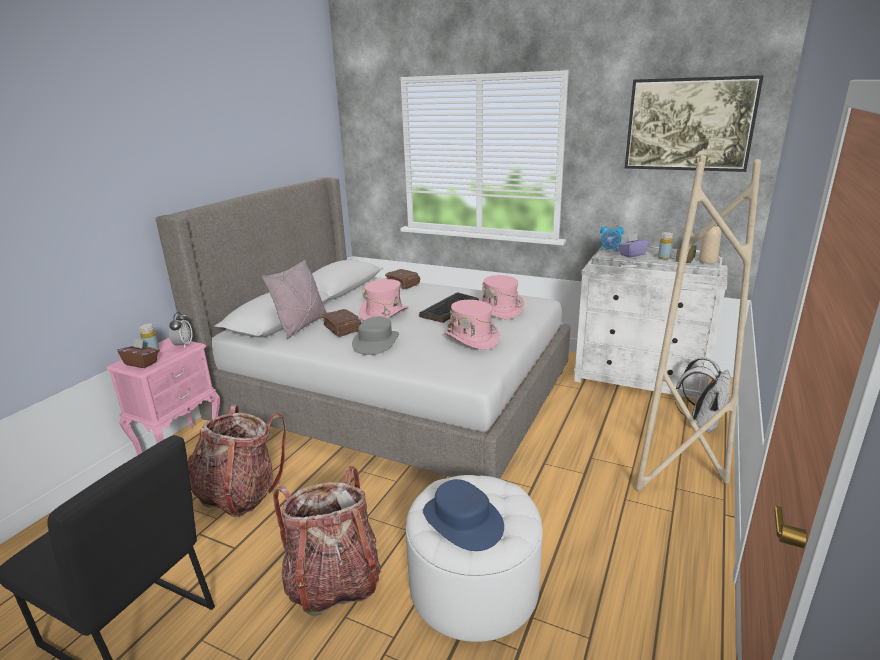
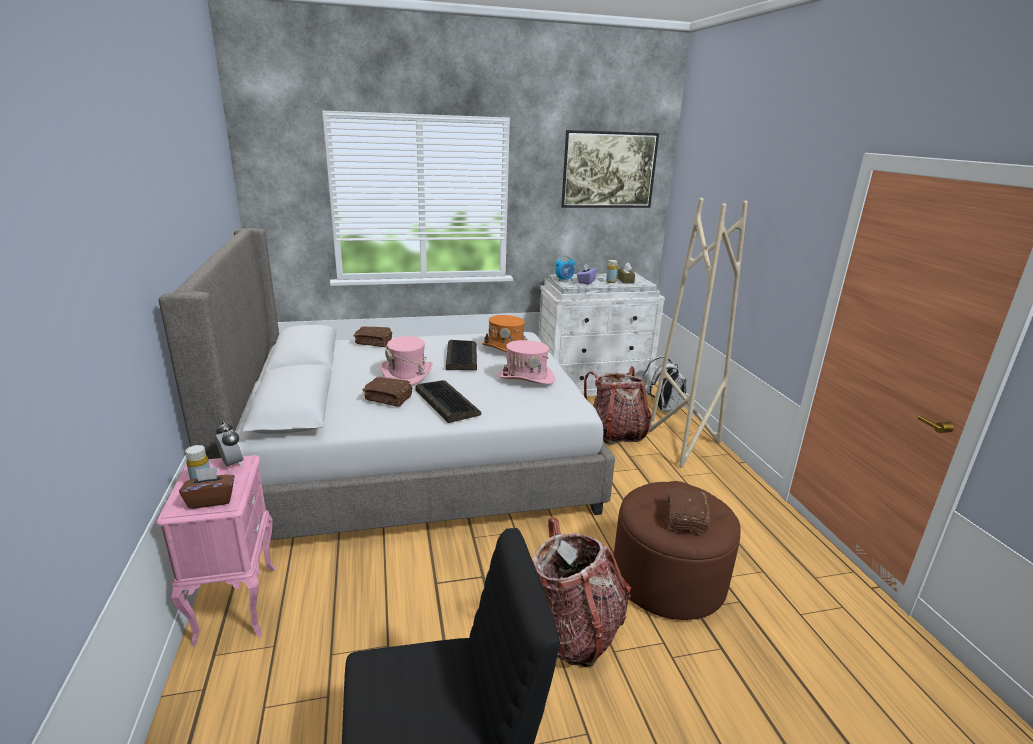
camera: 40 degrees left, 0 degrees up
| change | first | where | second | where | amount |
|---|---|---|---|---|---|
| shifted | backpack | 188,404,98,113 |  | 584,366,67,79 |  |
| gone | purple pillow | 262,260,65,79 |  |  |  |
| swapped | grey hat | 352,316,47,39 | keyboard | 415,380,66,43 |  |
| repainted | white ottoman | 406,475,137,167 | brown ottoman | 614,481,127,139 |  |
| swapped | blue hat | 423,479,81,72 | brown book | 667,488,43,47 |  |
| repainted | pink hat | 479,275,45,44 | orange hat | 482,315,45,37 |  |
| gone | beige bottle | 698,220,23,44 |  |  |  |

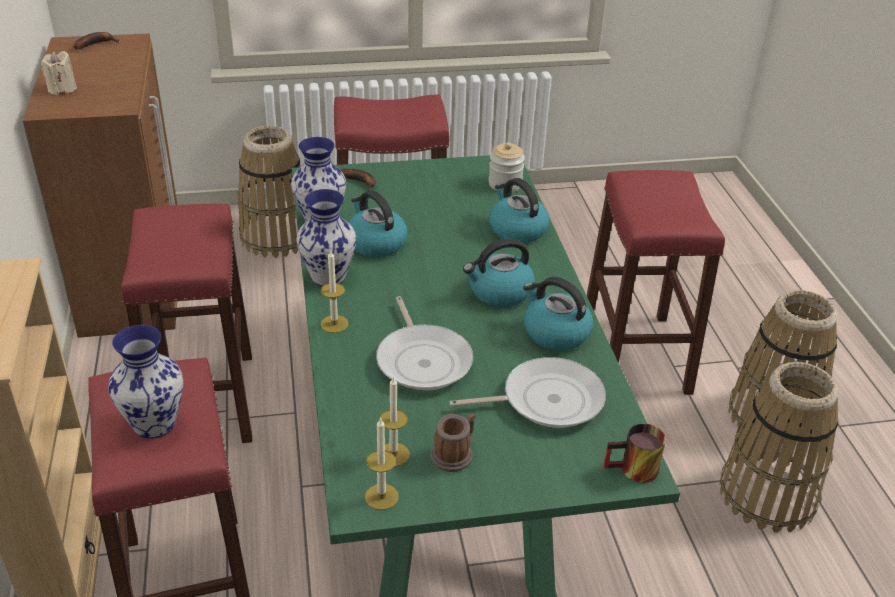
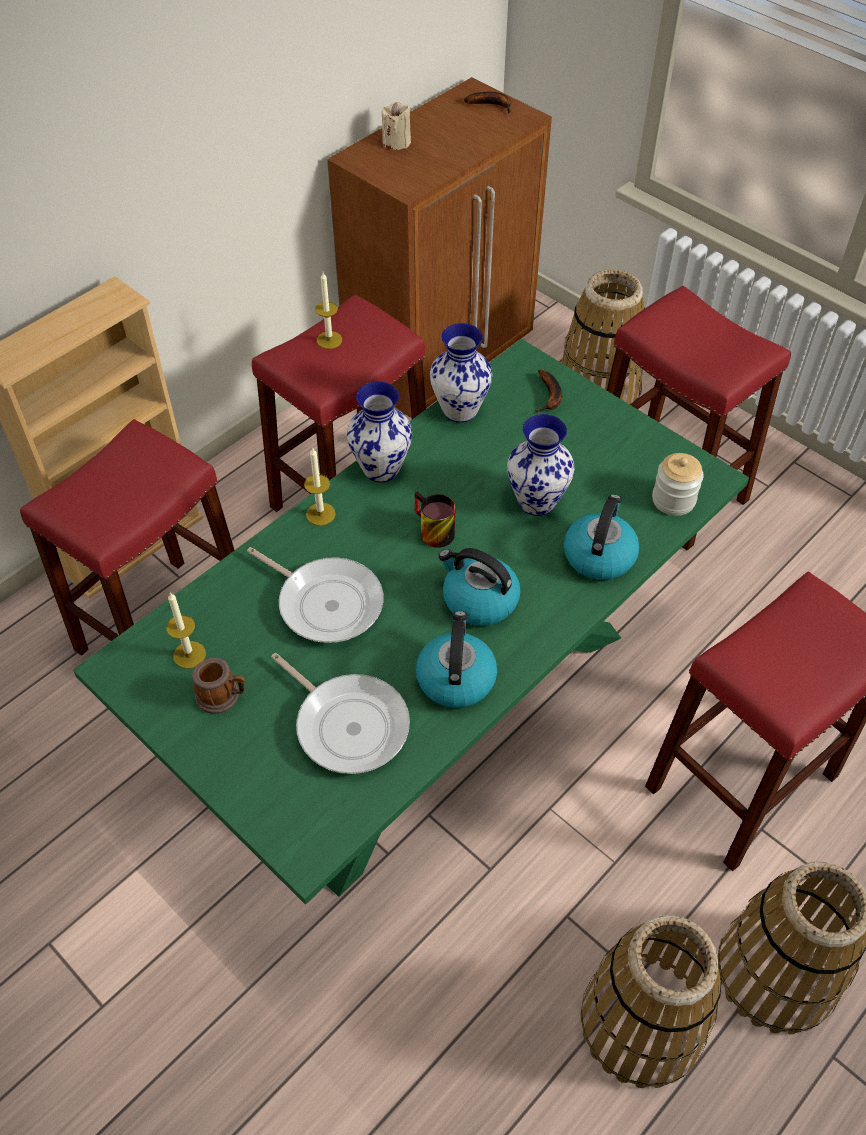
camera: 55 degrees right, 15 degrees up
| change | first | where | second | where | amount |
|---|---|---|---|---|---|
| shifted | vase | 108,325,75,114 |  | 507,414,67,102 |  |
| gone | kettle | 349,190,58,67 |  |  |  |
| shifted | candle | 365,417,34,93 |  | 315,272,27,77 |  |
| rotated | frying pan | 376,296,97,94 |  | 247,547,137,96 | 90 degrees counterclockwise |
| shifted | mug | 603,423,63,60 |  | 415,491,40,57 |  |

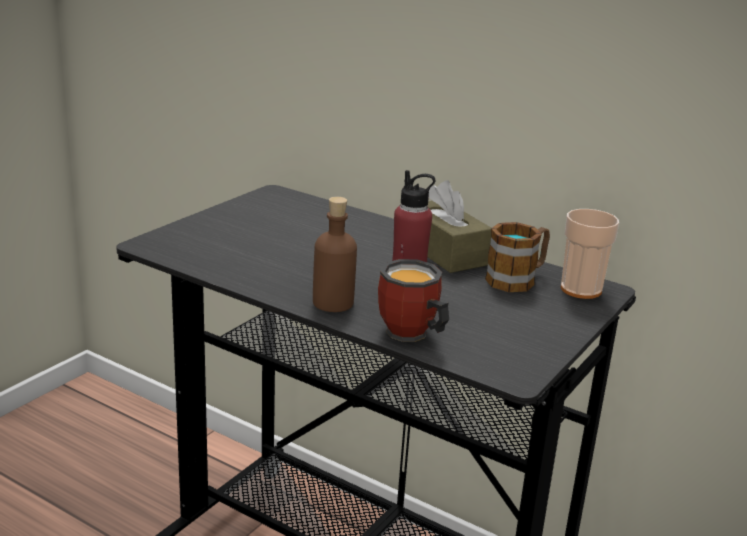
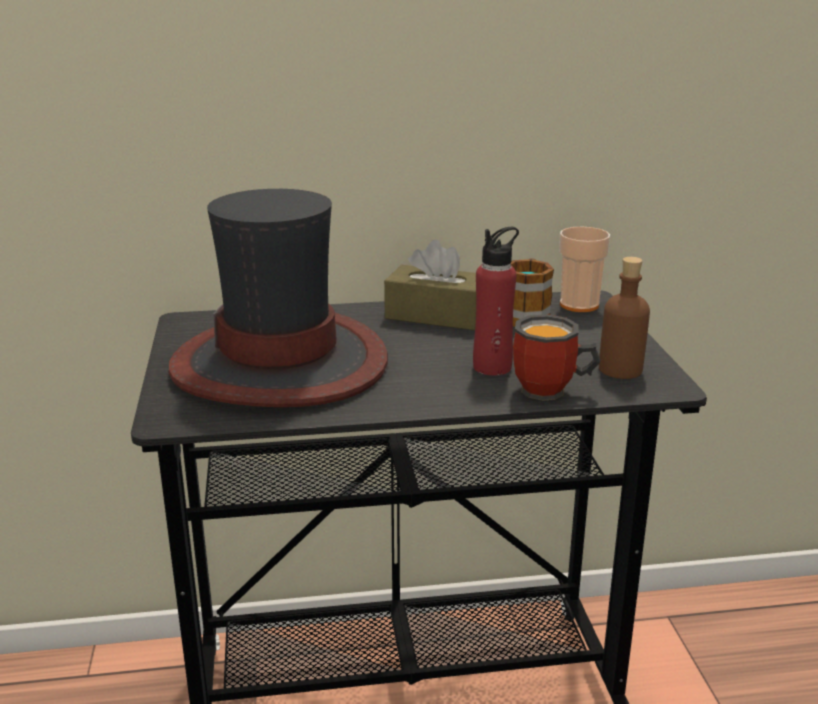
camera: 40 degrees left, 0 degrees up
| change | first | where | second | where | amount |
|---|---|---|---|---|---|
| shifted | brown bottle | 313,197,44,115 |  | 599,257,51,122 |  |
| new |  |  | hat | 169,189,219,218 |  |

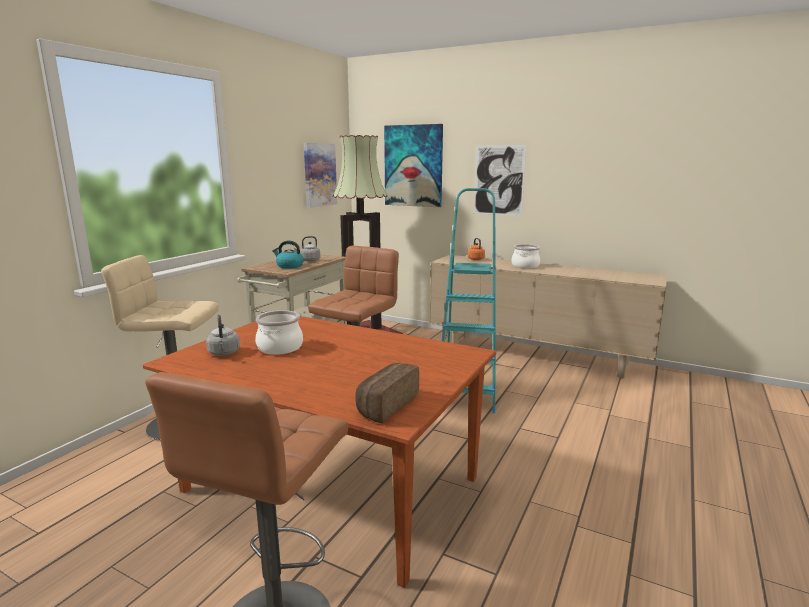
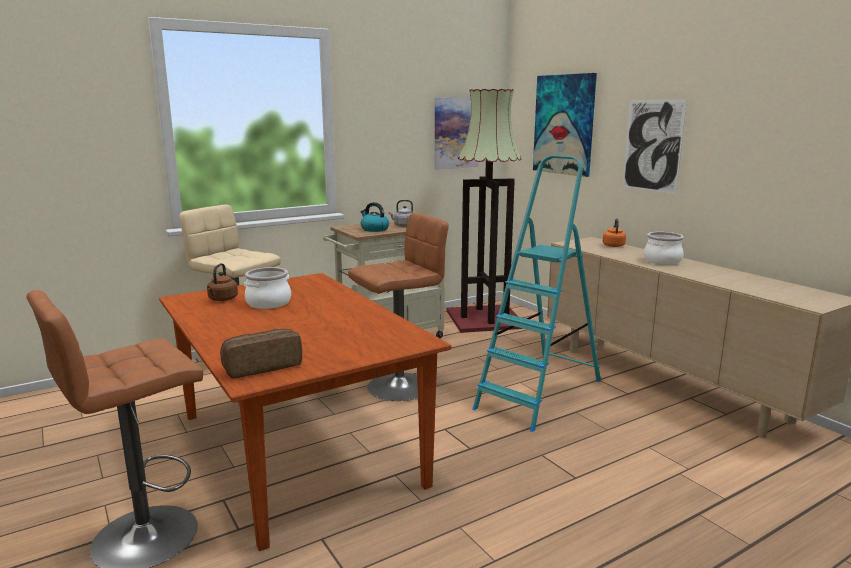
camera: 30 degrees right, 0 degrees up
| change | first | where | second | where | amount |
|---|---|---|---|---|---|
| repainted | grey kettle | 206,315,34,41 | brown kettle | 207,263,31,38 |  |

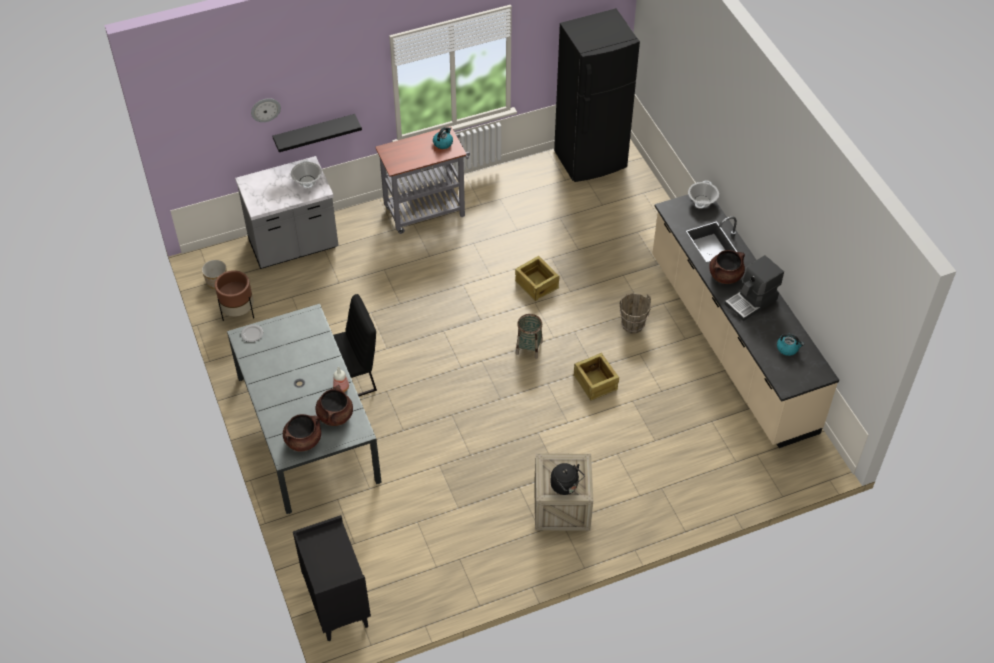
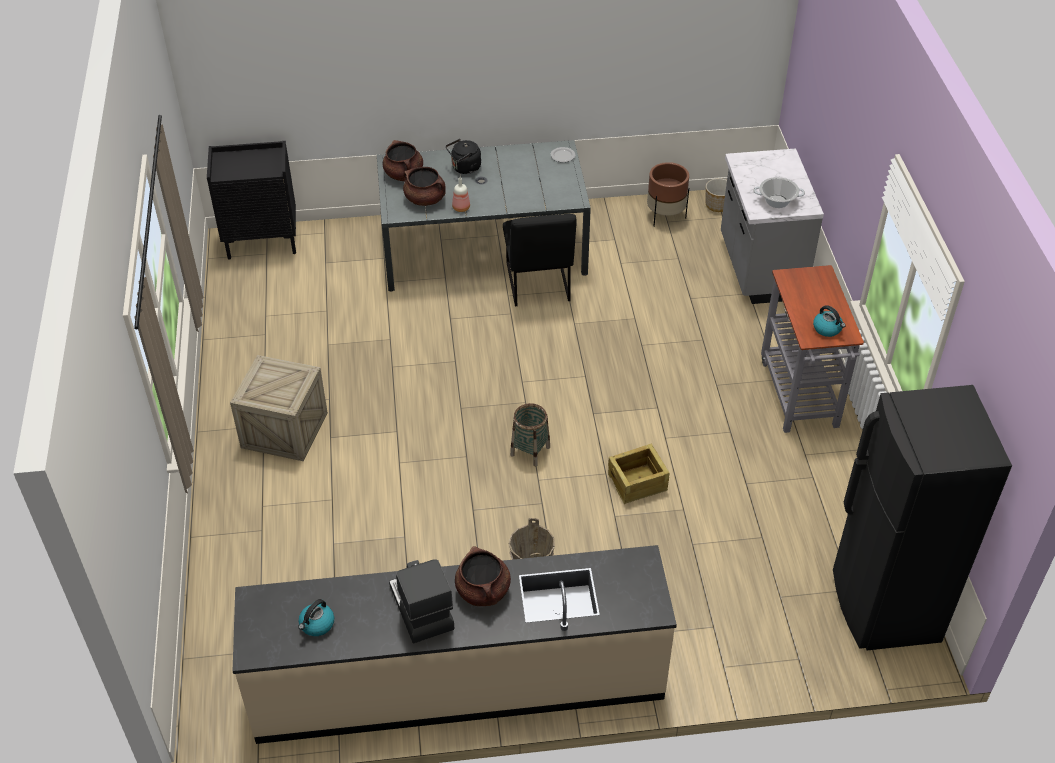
camera: 105 degrees right, 5 degrees down
| change | first | where | second | where | amount |
|---|---|---|---|---|---|
| gone | wall clock | 251,98,30,24 |  |  |  |
| gone | black shelf | 273,114,89,38 |  |  |  |
| shifted | black kettle | 550,463,34,32 |  | 446,139,35,35 |  |
| gone | crate | 573,353,46,47 |  |  |  |
| gone | cooking pot | 688,180,31,29 |  |  |  |

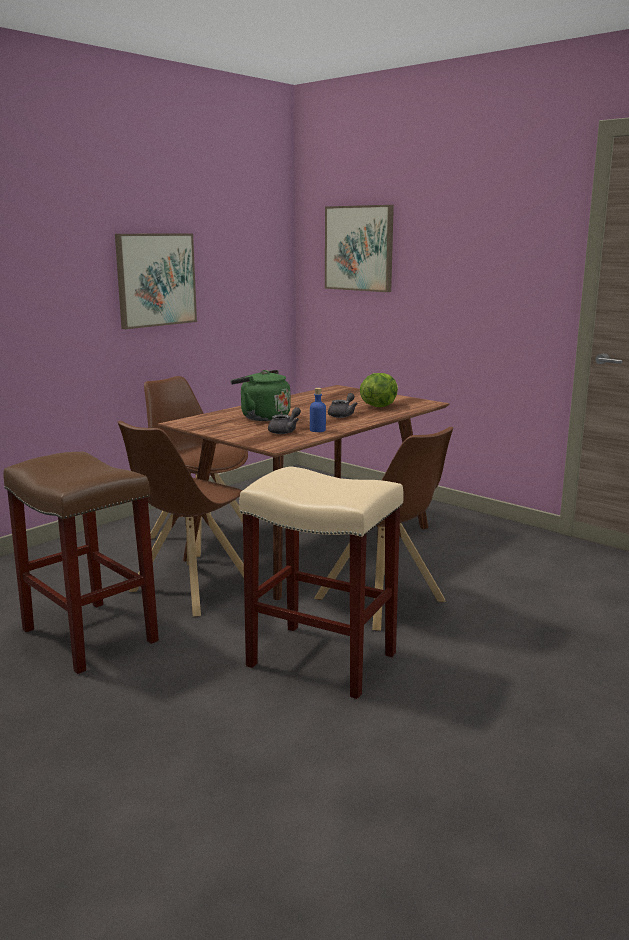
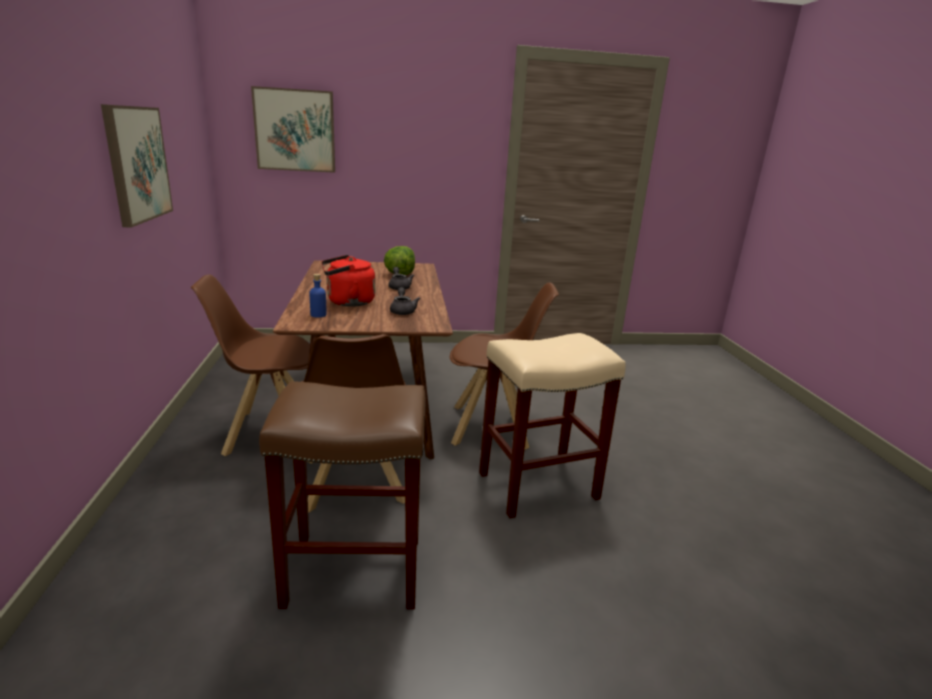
camera: 50 degrees left, 5 degrees up
| change | first | where | second | where | amount |
|---|---|---|---|---|---|
| repainted | green kettle | 231,370,59,51 | red kettle | 322,255,53,52 |  |
| shifted | blue bottle | 310,388,16,44 |  | 309,274,18,44 |  |

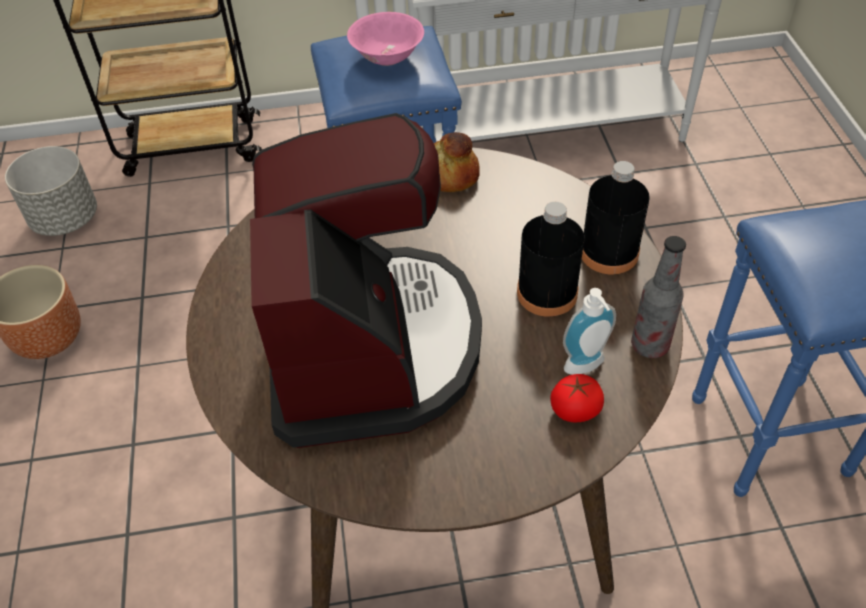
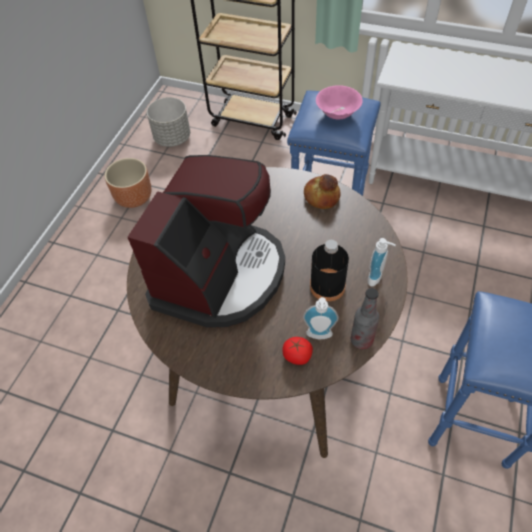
camera: 30 degrees right, 5 degrees up
| change | first | where | second | where | amount |
|---|---|---|---|---|---|
| swapped | black bottle | 582,161,68,114 | soap dispenser | 368,238,28,48 |  |

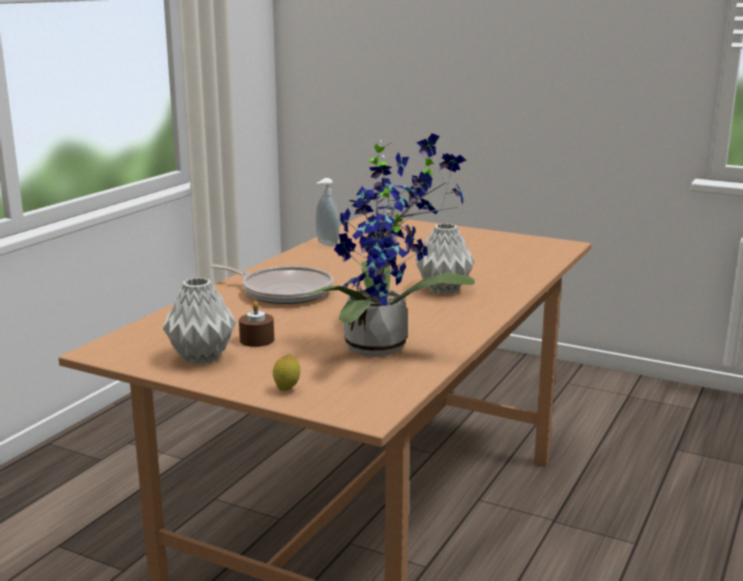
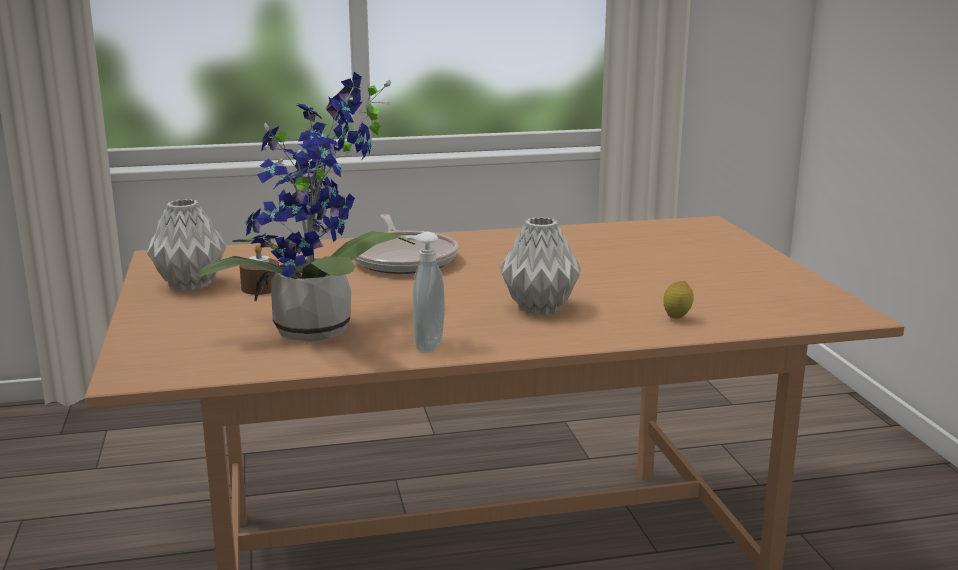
camera: 50 degrees right, 0 degrees up
| change | first | where | second | where | amount |
|---|---|---|---|---|---|
| shifted | lemon | 273,354,27,37 |  | 663,281,31,38 |  |
| shifted | soap dispenser | 315,178,25,69 |  | 406,232,39,121 |  |

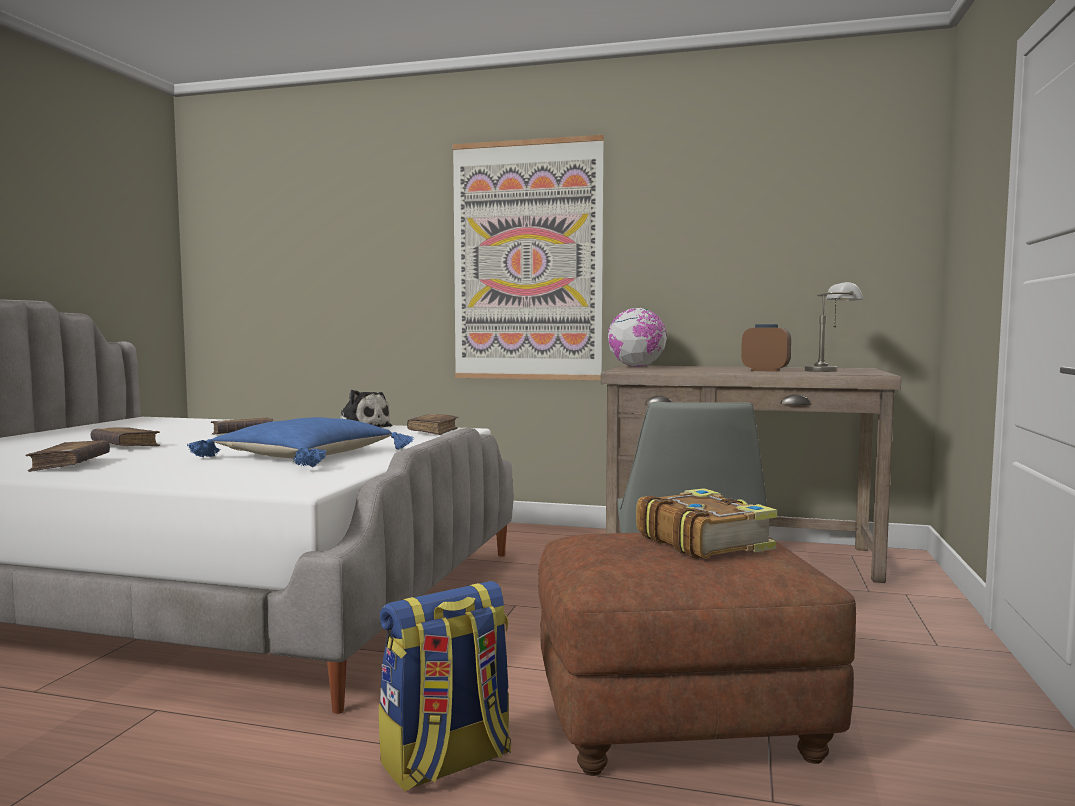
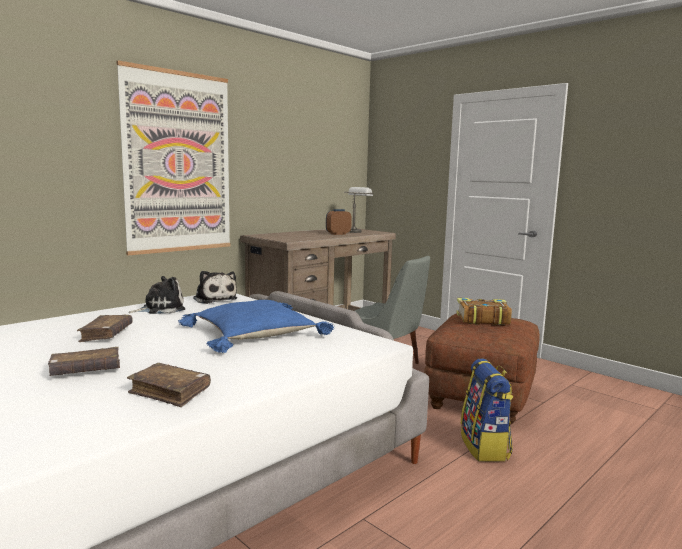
camera: 60 degrees left, 5 degrees up
| change | first | where | second | where | amount |
|---|---|---|---|---|---|
| swapped | brown book | 407,414,52,21 | plush toy | 193,271,45,33 |  |
| gone | globe | 608,308,59,59 |  |  |  |

